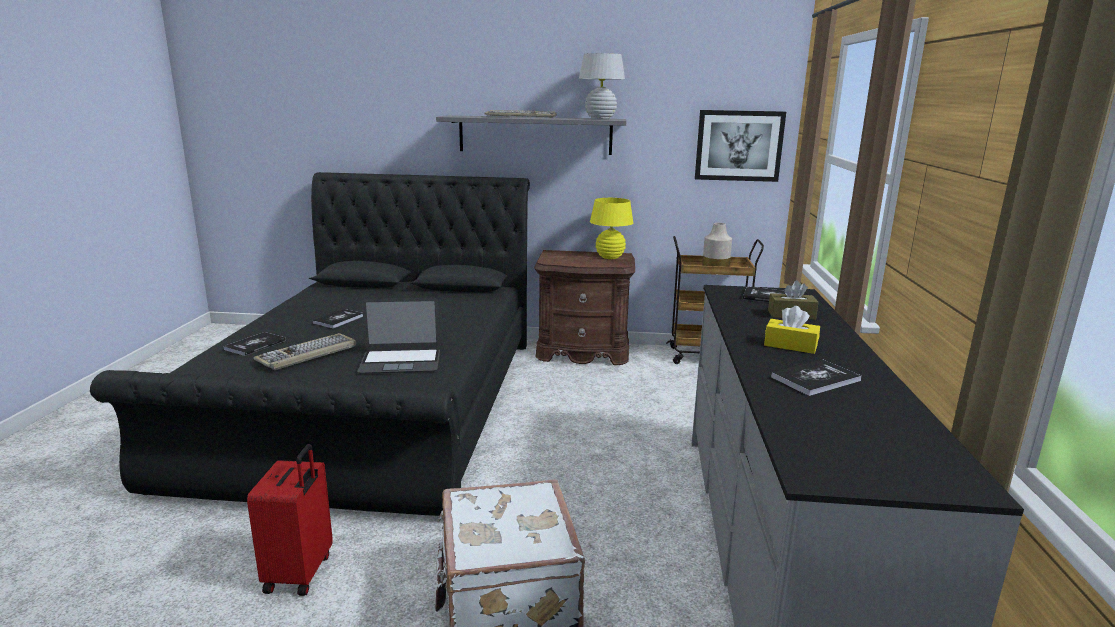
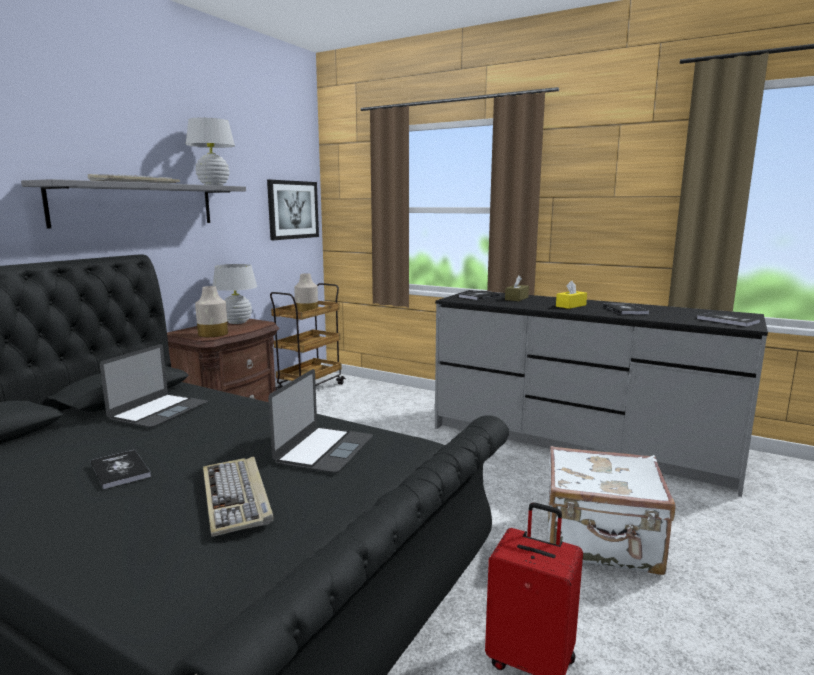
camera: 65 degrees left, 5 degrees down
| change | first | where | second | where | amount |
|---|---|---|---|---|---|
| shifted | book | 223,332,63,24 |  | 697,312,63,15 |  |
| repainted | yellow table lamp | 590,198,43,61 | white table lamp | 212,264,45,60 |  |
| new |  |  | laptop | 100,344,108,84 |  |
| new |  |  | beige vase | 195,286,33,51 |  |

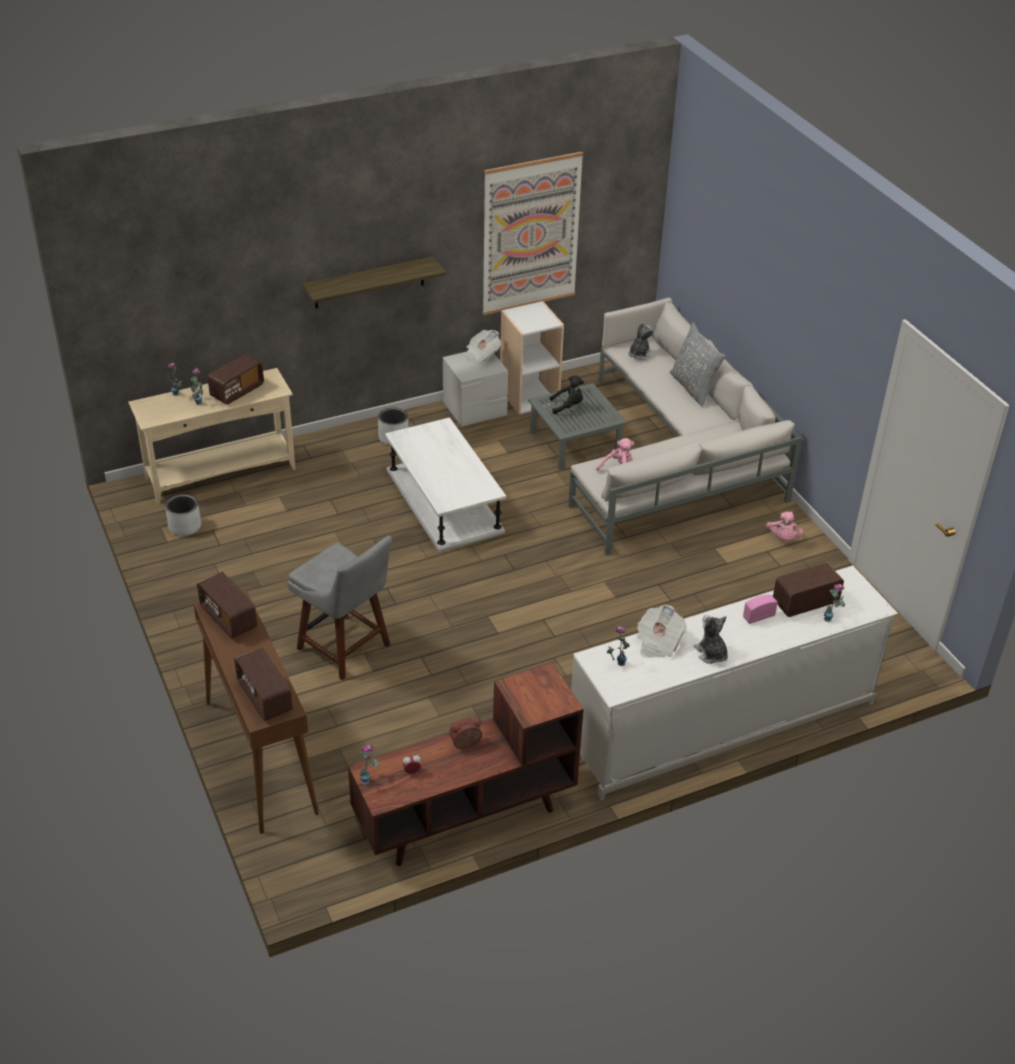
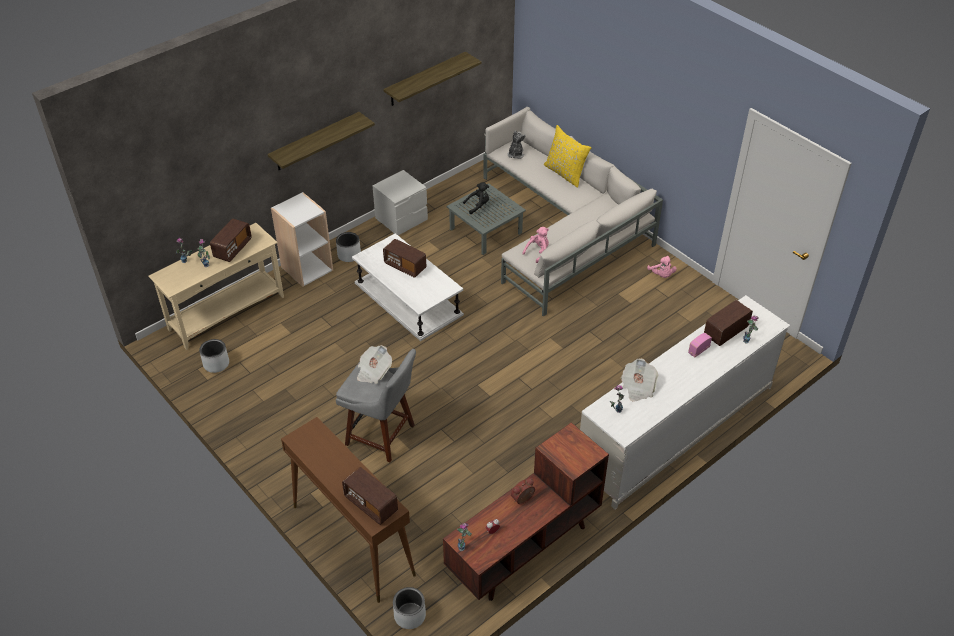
camera: 15 degrees left, 5 degrees up
| change | first | where | second | where | amount |
|---|---|---|---|---|---|
| shifted | radio | 197,572,60,67 |  | 383,239,43,39 |  |
| shifted | newspaper | 462,330,39,34 |  | 357,345,35,39 |  |
| swapped | picture | 483,152,100,163 | shelf | 383,52,98,54 |  |
| shifted | bookcase | 500,301,64,113 |  | 271,192,62,95 |  |
| repainted | grey pillow | 670,323,56,84 | yellow pillow | 544,125,47,63 |  |
| gone | plush toy | 694,615,34,49 |  |  |  |
| new |  |  | grey planter | 393,587,33,42 |  |

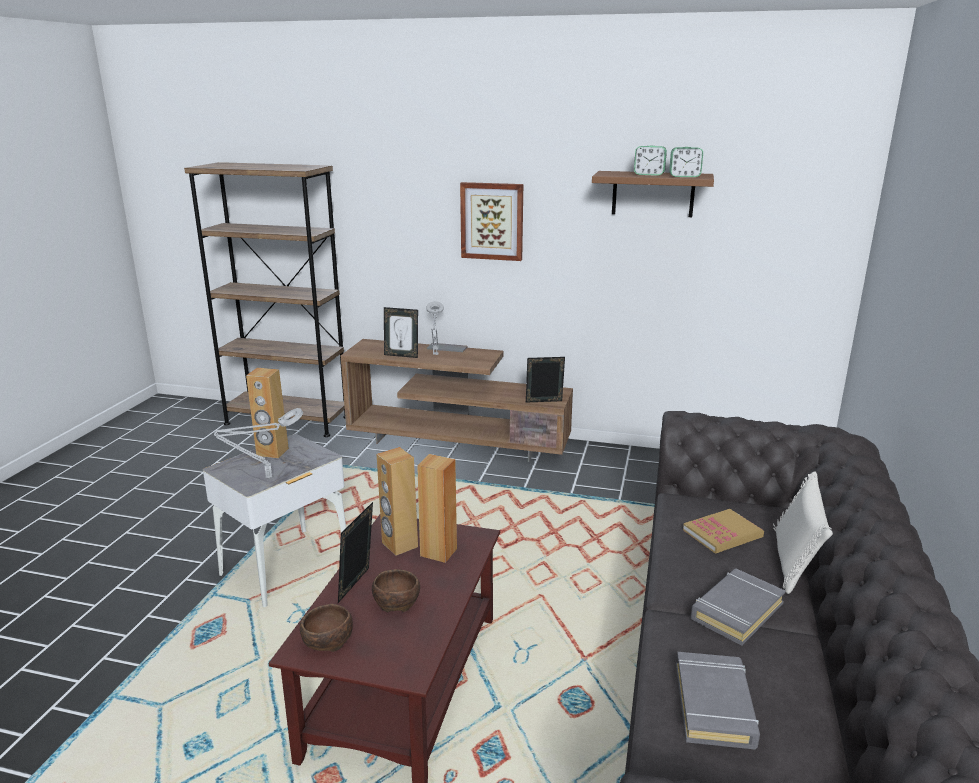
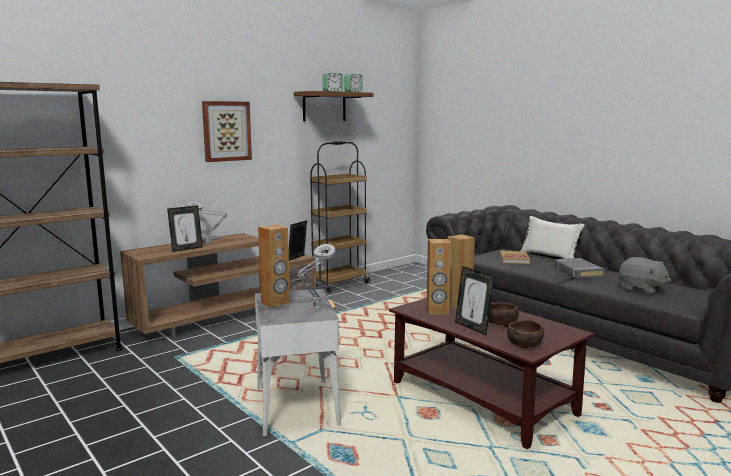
camera: 55 degrees left, 10 degrees down
| change | first | where | second | where | amount |
|---|---|---|---|---|---|
| swapped | grey book | 676,652,84,97 | grey plush toy | 619,257,52,38 |  |
| new |  |  | brown cart | 310,141,61,152 |  |

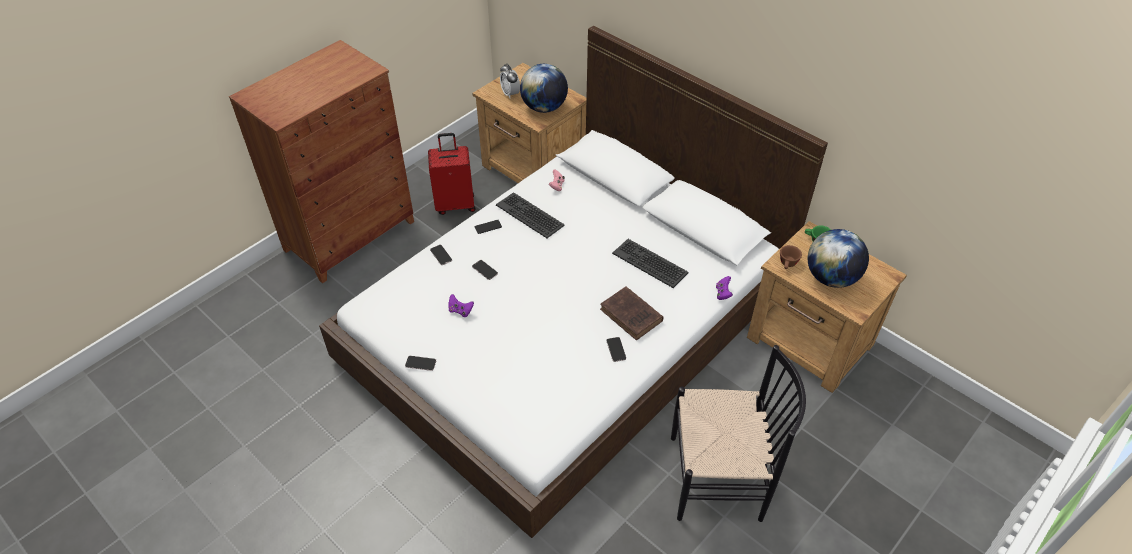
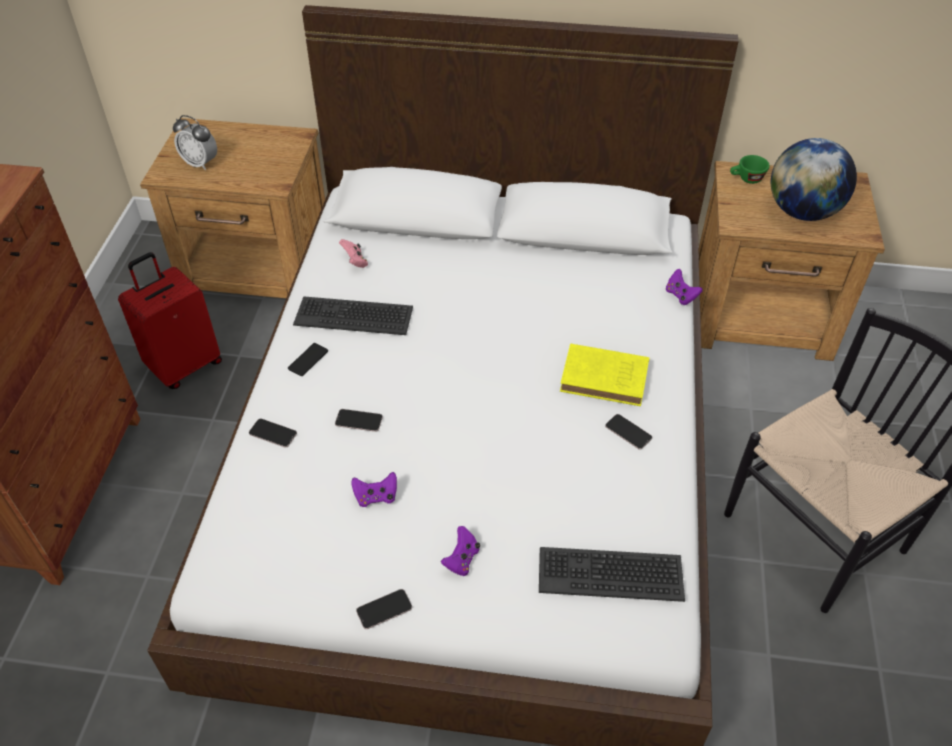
camera: 35 degrees left, 0 degrees up
| change | first | where | second | where | amount |
|---|---|---|---|---|---|
| gone | globe | 520,64,48,49 |  |  |  |
| repainted | brown book | 600,286,64,54 | yellow book | 560,343,90,63 |  |
| shifted | keyboard | 612,239,77,49 |  | 539,547,146,55 |  |
| gone | brown cup | 780,245,22,24 |  |  |  |
| new |  |  | purple game controller | 441,526,39,50 |  |

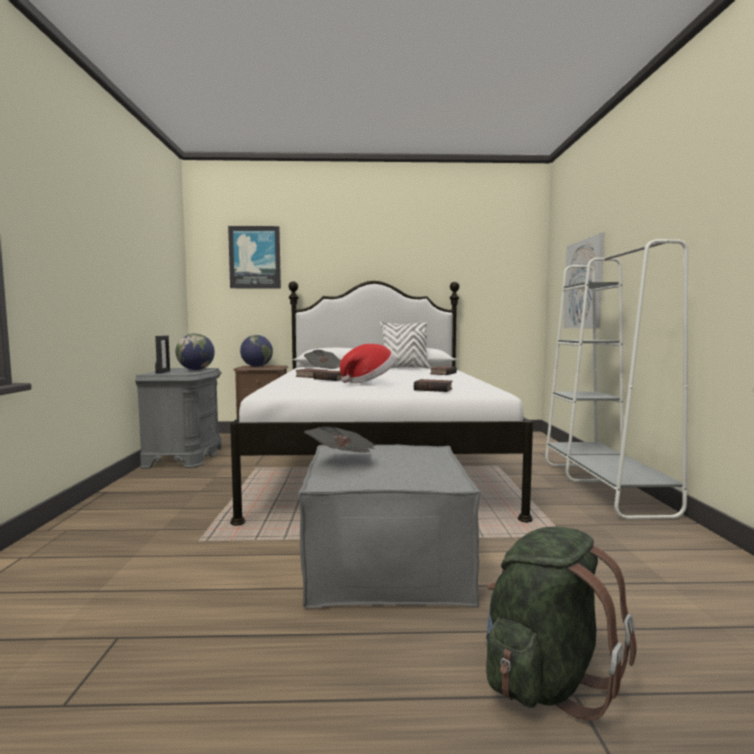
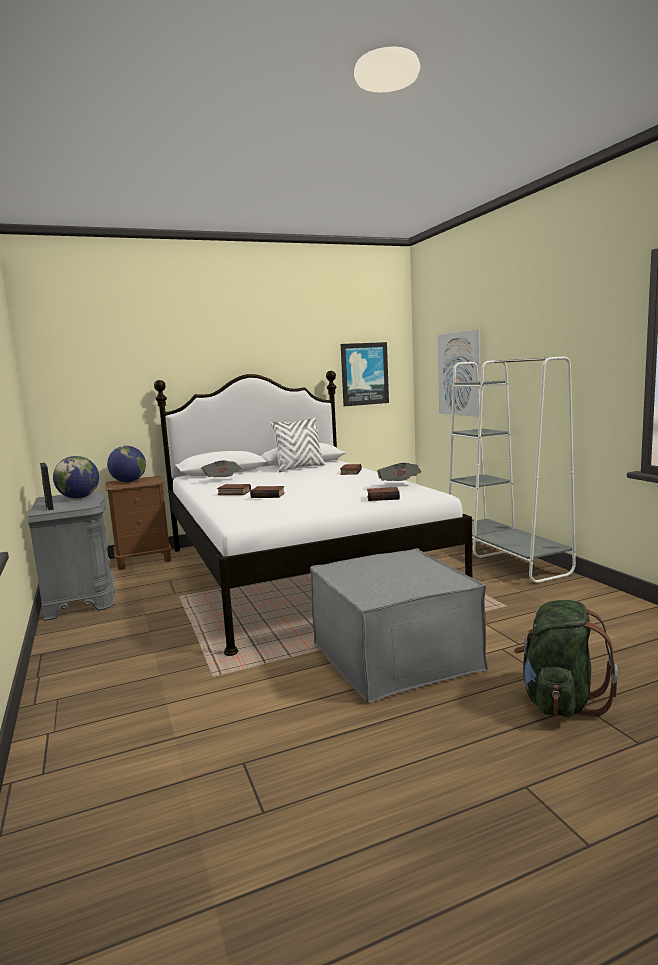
camera: 20 degrees left, 5 degrees up
| change | first | where | second | where | amount |
|---|---|---|---|---|---|
| shifted | picture | 228,226,53,62 |  | 341,342,48,64 |  |
| shifted | newspaper | 304,427,71,26 |  | 377,463,45,18 |  |
| gone | hat | 340,344,56,39 |  |  |  |

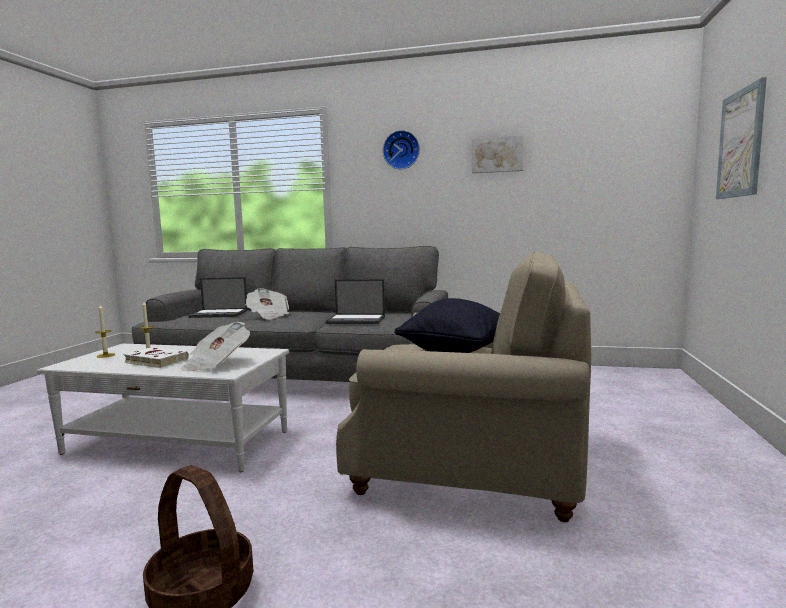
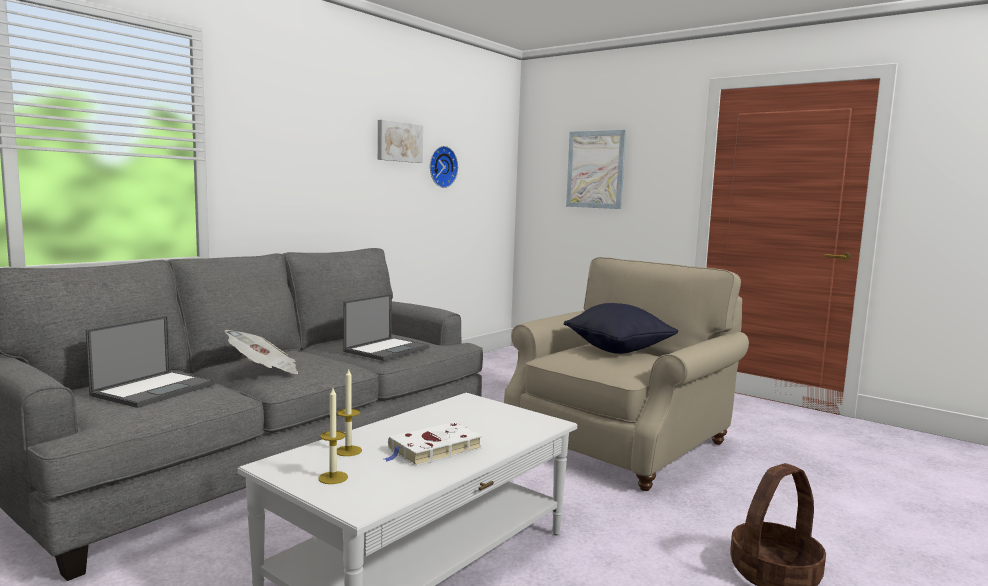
camera: 65 degrees left, 0 degrees up
| change | first | where | second | where | amount |
|---|---|---|---|---|---|
| gone | newspaper | 181,322,69,49 |  |  |  |
| shifted | wall clock | 383,130,37,39 |  | 430,146,28,42 |  |

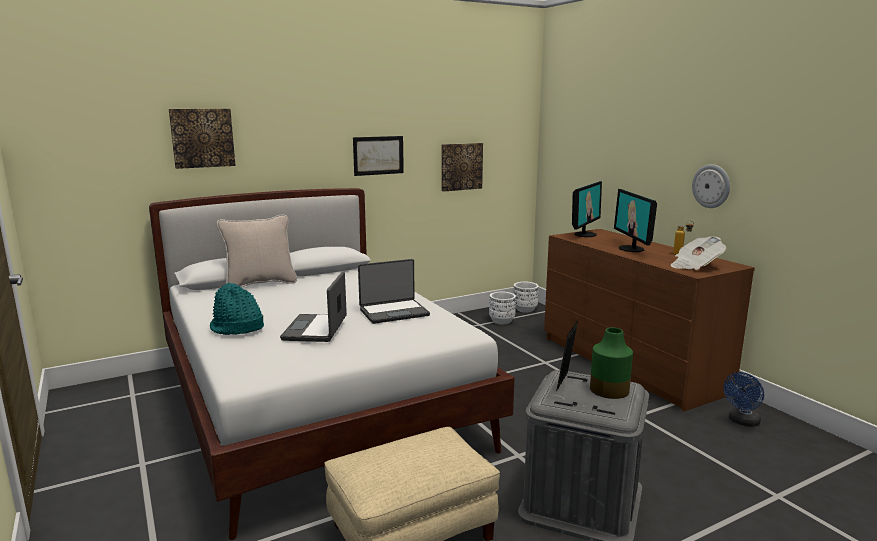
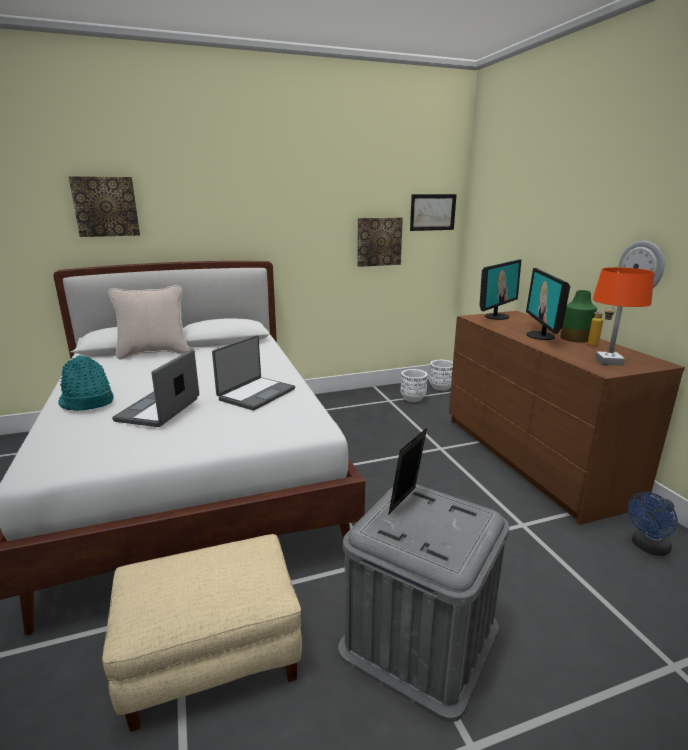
camera: 10 degrees right, 5 degrees up
| change | first | where | second | where | amount |
|---|---|---|---|---|---|
| shifted | picture | 353,136,51,40 |  | 410,194,47,37 |  |
| rotated | laptop | 358,259,72,65 |  | 212,335,83,76 | 45 degrees counterclockwise |
| shifted | green vase | 590,328,43,71 |  | 560,290,37,52 |  |
| swapped | newspaper | 671,236,55,34 | orange table lamp | 593,267,61,99 |  |

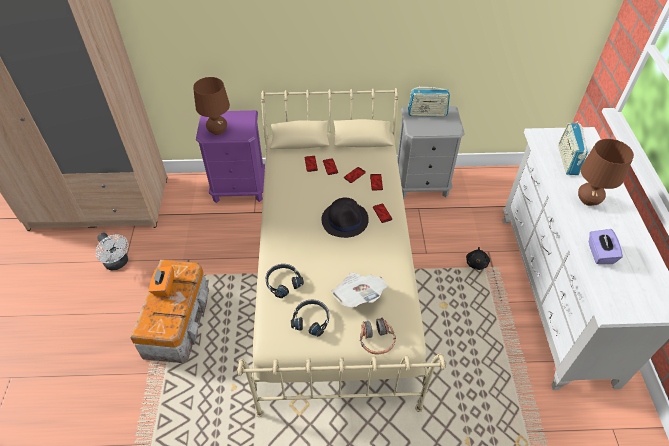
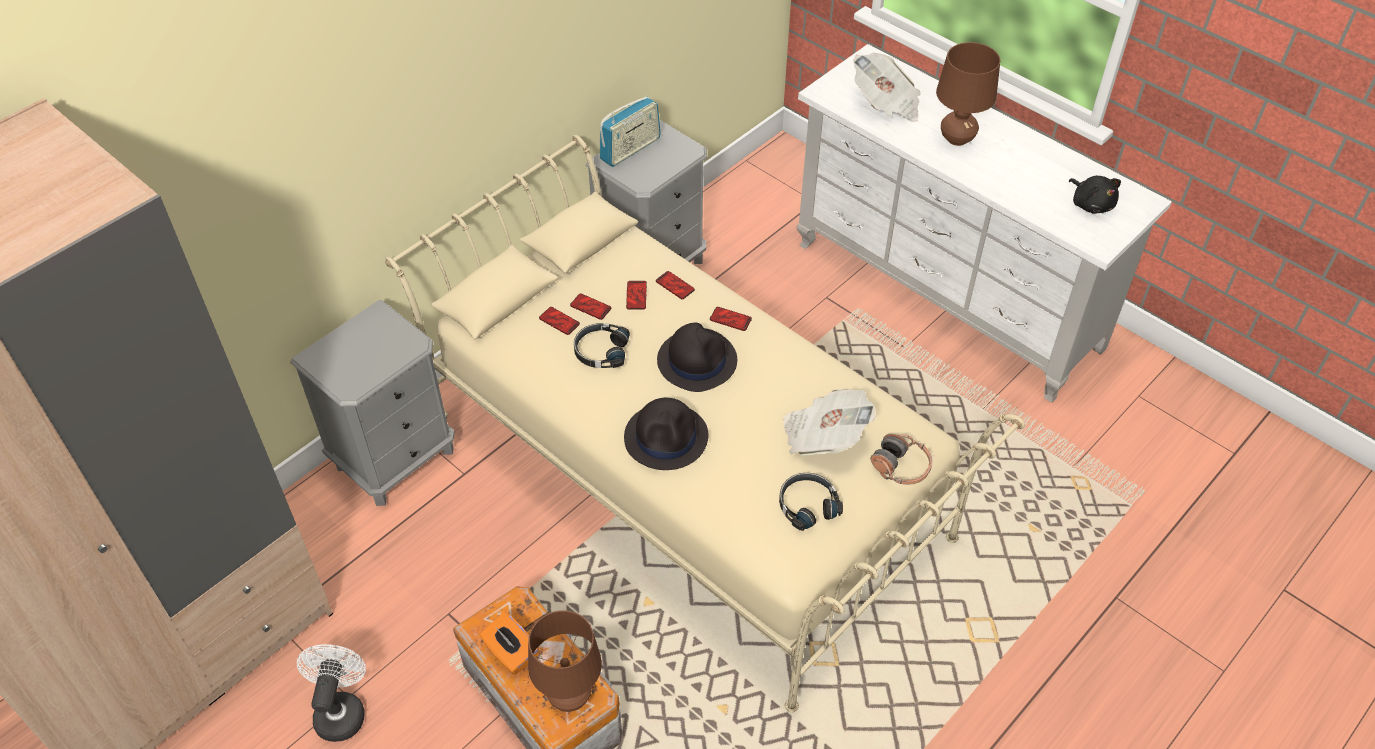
camera: 45 degrees left, 0 degrees up
| change | first | where | second | where | amount |
|---|---|---|---|---|---|
| rotated | white fan | 95,233,34,37 |  | 297,644,69,98 | 90 degrees counterclockwise |
| shifted | brown table lamp | 193,77,37,58 |  | 528,610,74,102 |  |
| repainted | purple nightstand | 196,110,69,93 | grey nightstand | 290,299,165,207 |  |
| shifted | black headphones | 266,264,38,34 |  | 574,323,56,45 |  |
| shifted | black plush toy | 466,247,24,23 |  | 1069,176,52,38 |  |
| swapped | radio | 558,121,30,54 | newspaper | 853,53,68,69 |  |
| gone | purple tissue box | 589,229,34,35 |  |  |  |
| new |  |  | black hat | 624,398,84,72 |  |

